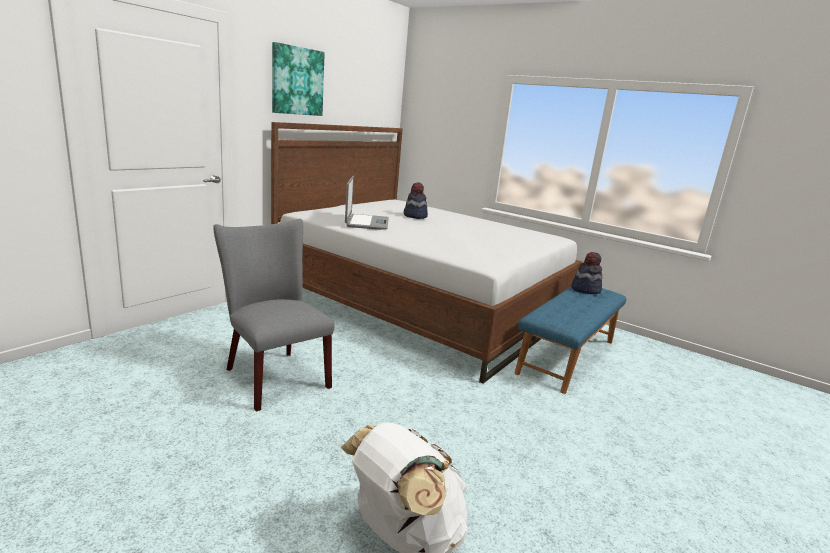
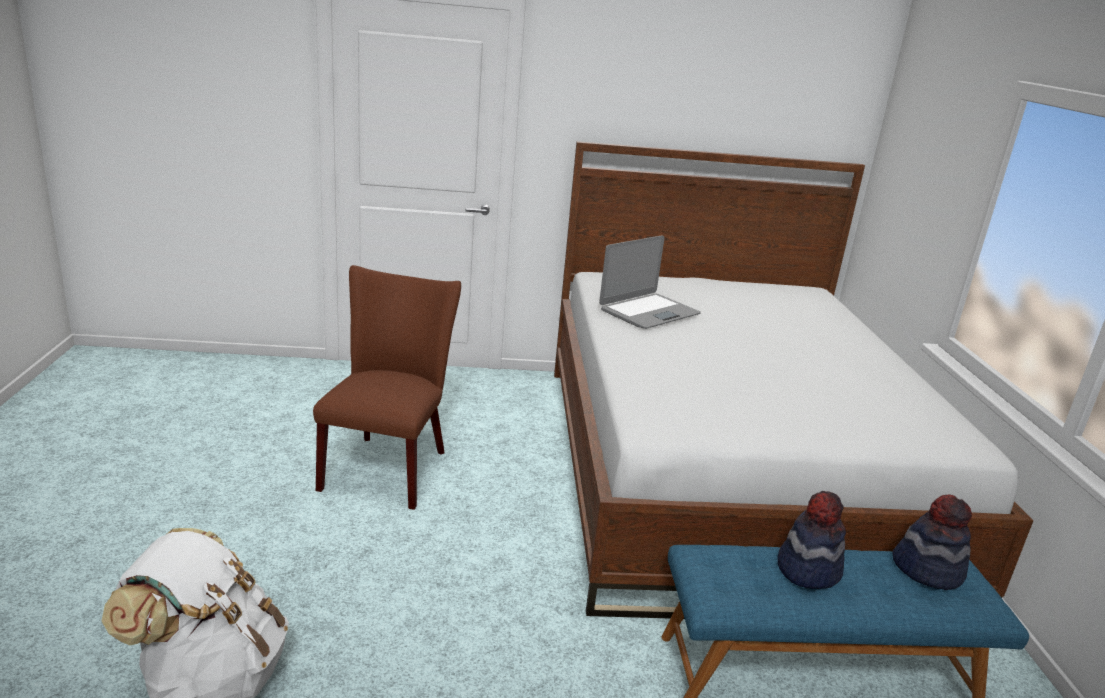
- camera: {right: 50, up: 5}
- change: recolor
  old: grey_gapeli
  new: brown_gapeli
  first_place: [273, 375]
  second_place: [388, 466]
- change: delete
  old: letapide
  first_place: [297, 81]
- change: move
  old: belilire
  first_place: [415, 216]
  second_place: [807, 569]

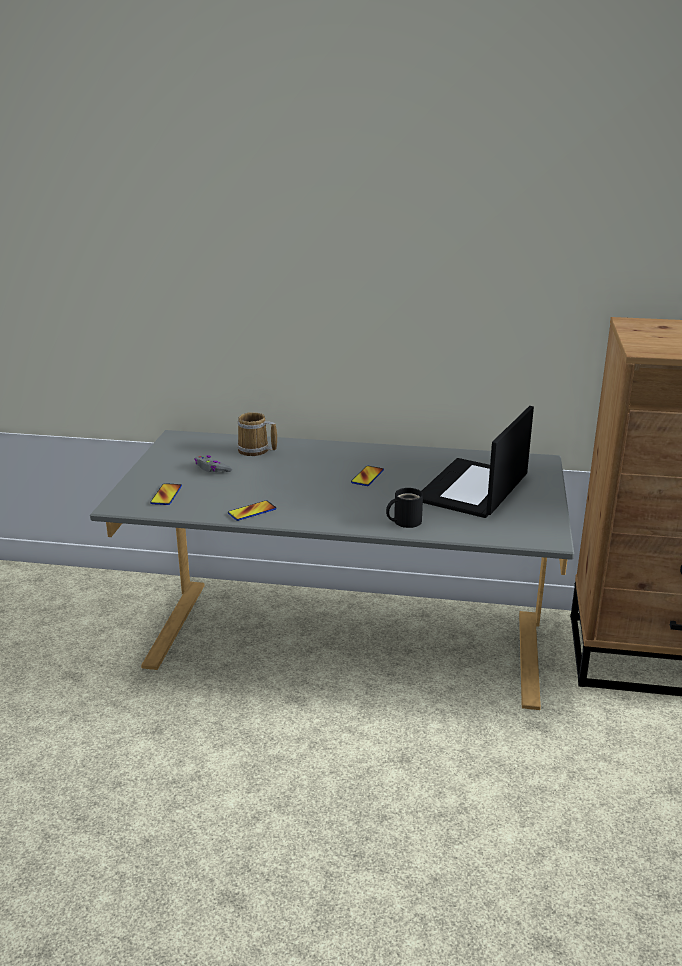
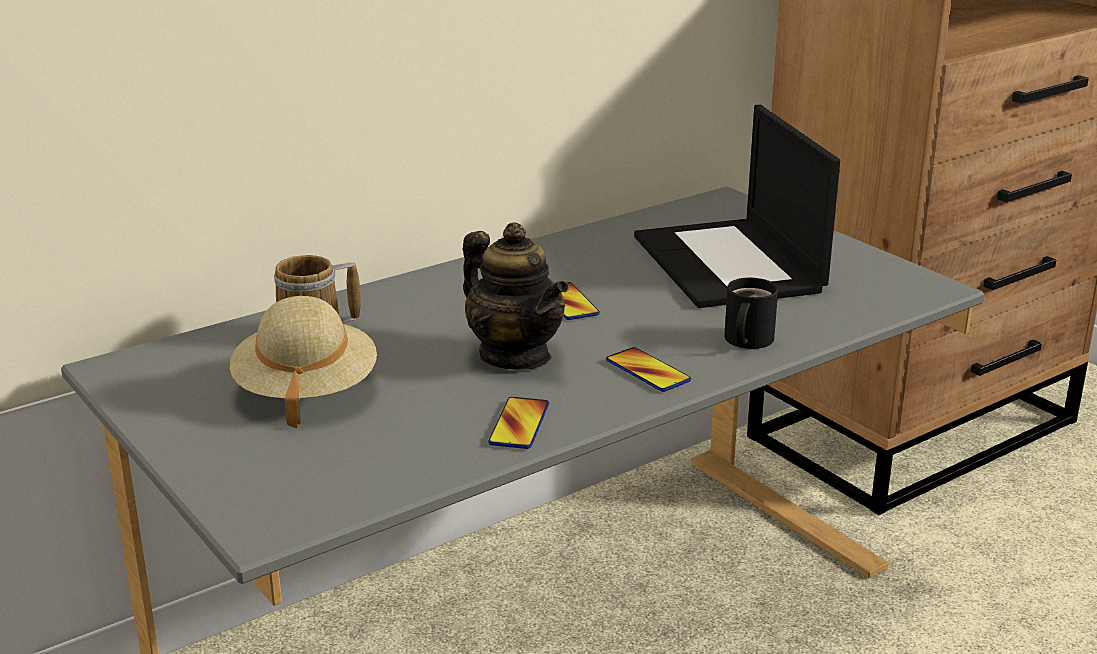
- camera: {right: -45, up: 0}
- change: move
  old: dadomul
  first_place: [166, 495]
  second_place: [647, 371]
- change: replace
  old: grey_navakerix
  new: beige_belilire
  first_place: [212, 469]
  second_place: [306, 391]
- change: insert
  new: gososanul
  second_place: [515, 356]

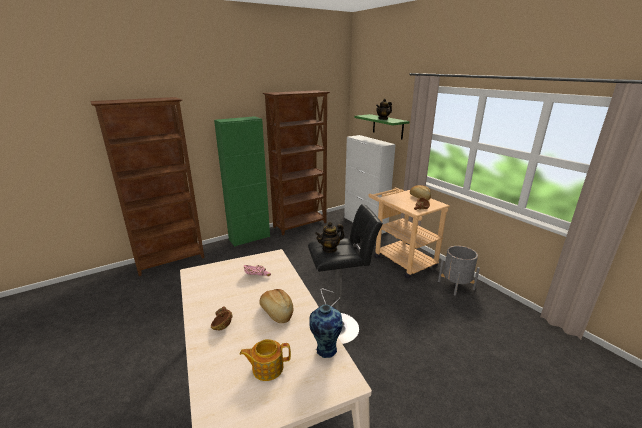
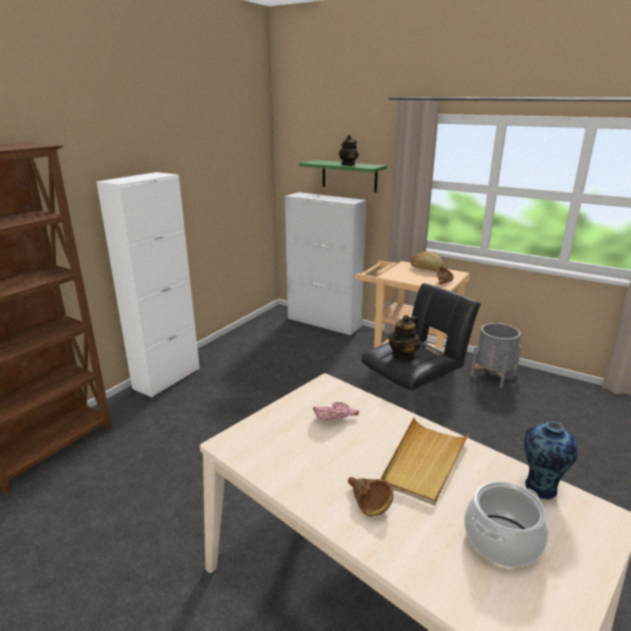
- camera: {right: -25, up: 0}
- change: recolor
  old: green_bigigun
  new: white_bigigun
  first_place: [249, 238]
  second_place: [167, 378]
- change: replace
  old: gososanul
  new: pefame
  first_place: [267, 368]
  second_place: [501, 540]
- change: replace
  old: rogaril
  new: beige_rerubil
  first_place: [276, 312]
  second_place: [424, 462]
- change: delete
  old: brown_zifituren
  first_place: [300, 225]

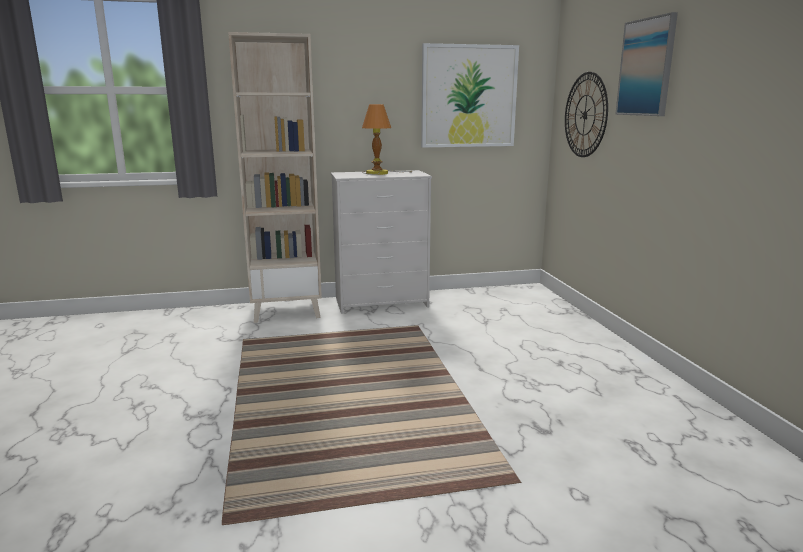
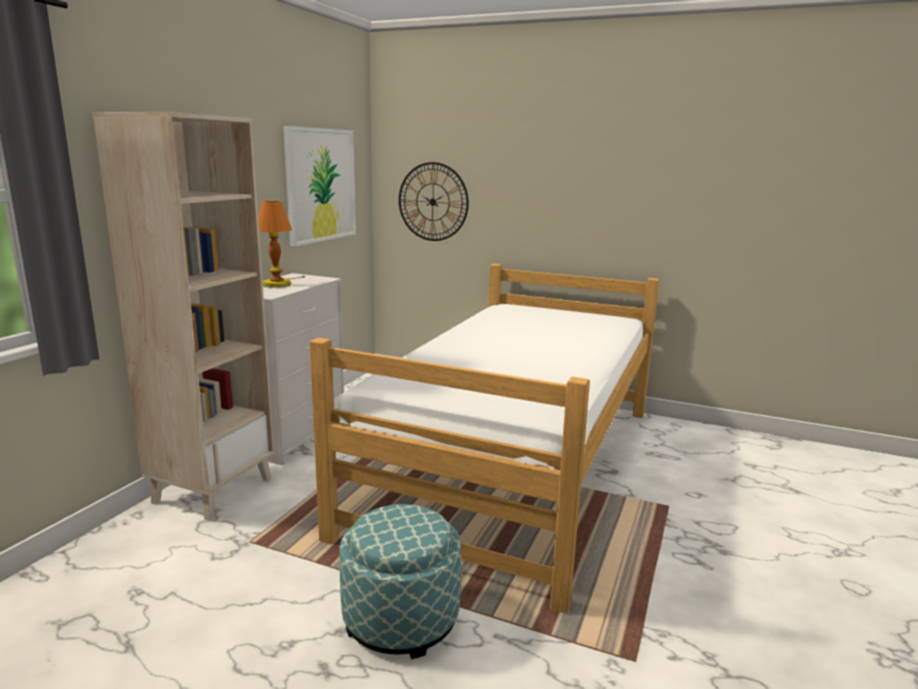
- camera: {right: -55, up: 0}
- change: delete
  old: letapide
  first_place: [646, 67]
- change: insert
  new: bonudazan
  second_place: [516, 465]
- change: insert
  new: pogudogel
  second_place: [401, 618]

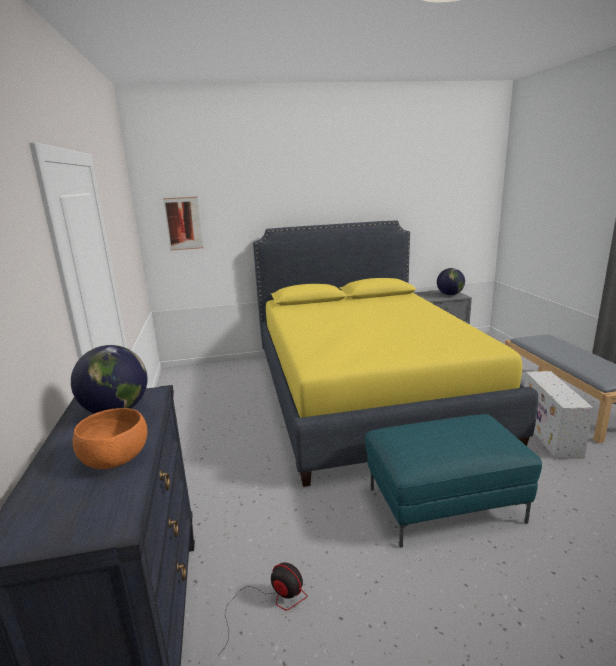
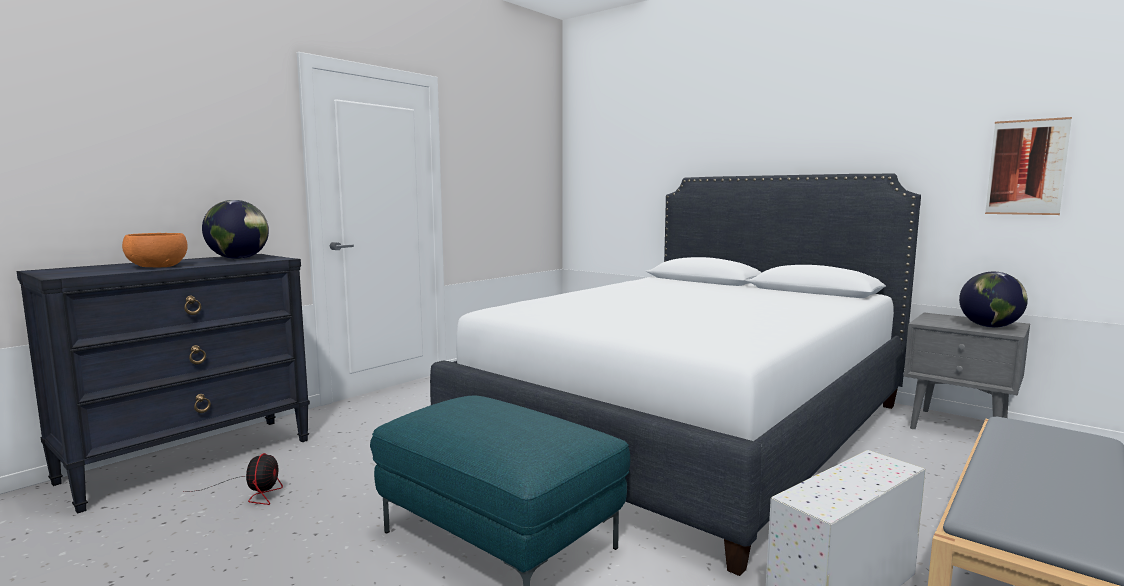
- camera: {right: 50, up: -10}
- change: move
  old: letapide
  first_place: [183, 223]
  second_place: [1026, 167]
- change: recolor
  old: yellow_bonudazan
  new: white_bonudazan
  first_place: [366, 394]
  second_place: [691, 427]

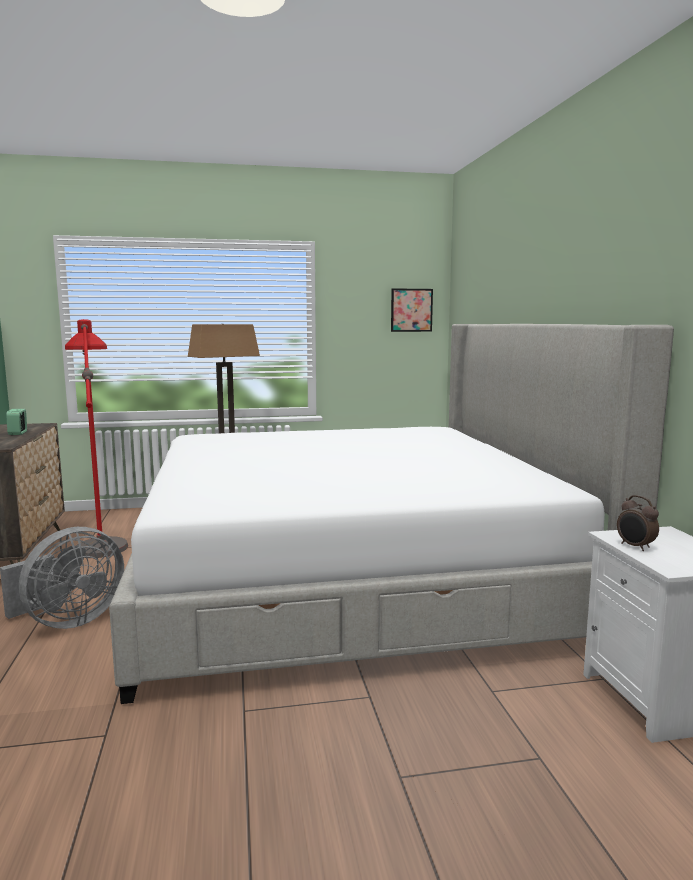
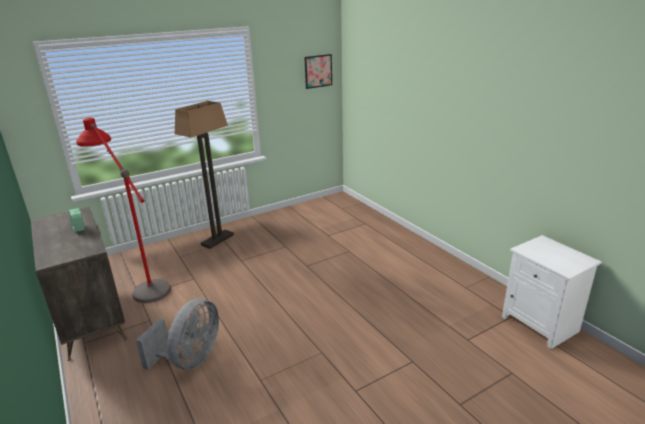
- camera: {right: -20, up: 15}
- change: delete
  old: bonudazan
  first_place: [352, 579]
- change: delete
  old: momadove
  first_place: [635, 547]

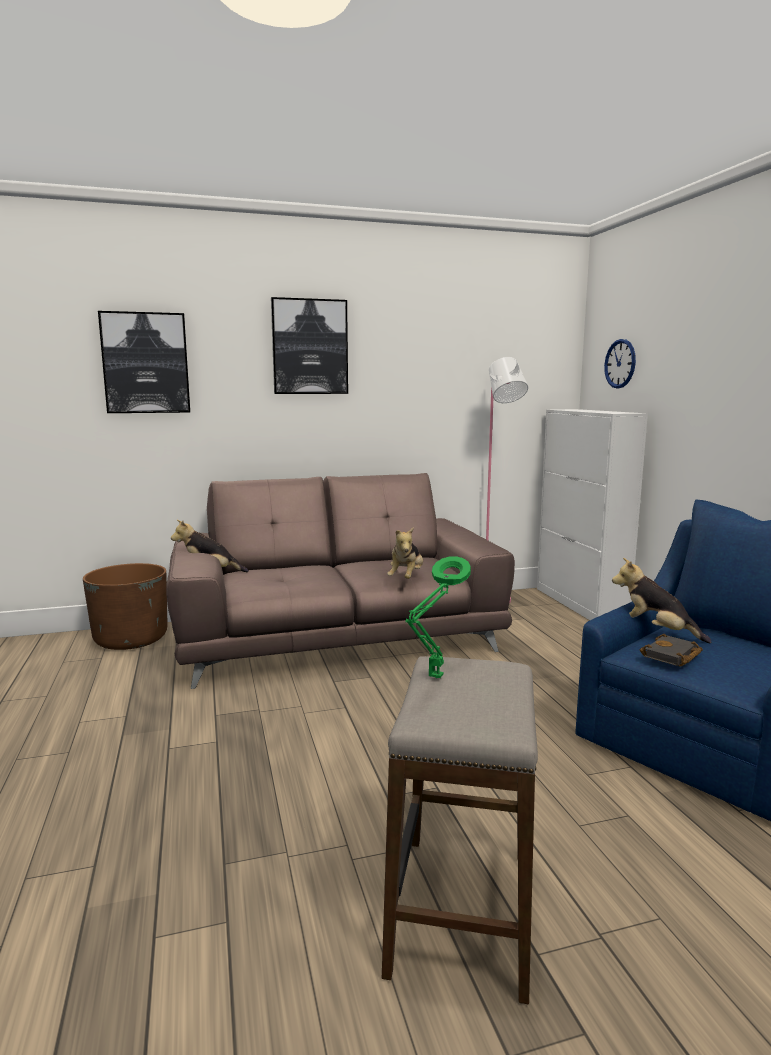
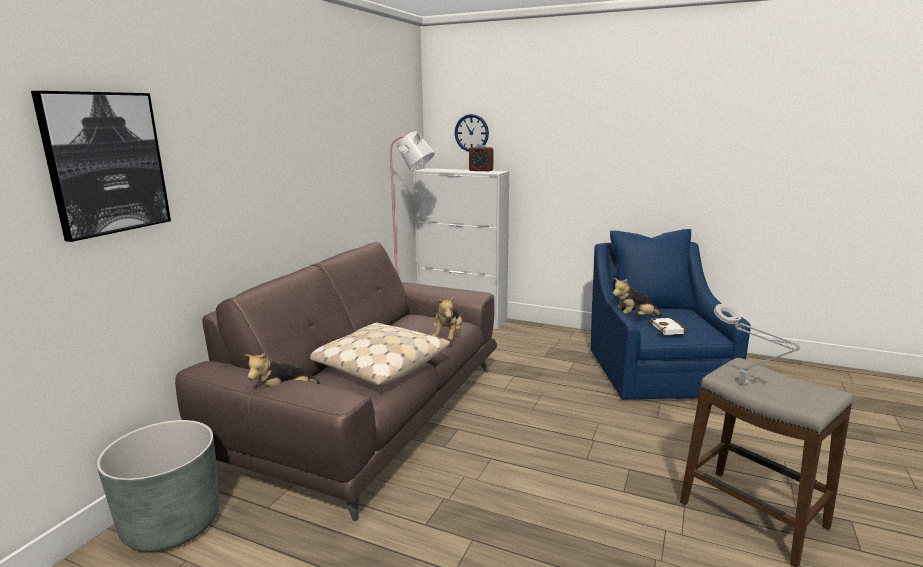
- camera: {right: -50, up: 5}
- change: recolor
  old: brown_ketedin
  new: grey_ketedin
  first_place: [131, 639]
  second_place: [172, 524]
- change: delete
  old: letapide
  first_place: [309, 347]
- change: rotate
  old: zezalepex
  first_place: [406, 578]
  second_place: [448, 337]
  degrees: 45
- change: recolor
  old: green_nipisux
  new: grey_nipisux
  first_place: [434, 678]
  second_place: [746, 384]
- change: recolor
  old: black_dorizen
  new: white_dorizen
  first_place: [672, 656]
  second_place: [669, 329]
- change: insert
  new: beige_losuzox
  second_place: [377, 366]
- change: insert
  new: momadove
  second_place: [481, 170]

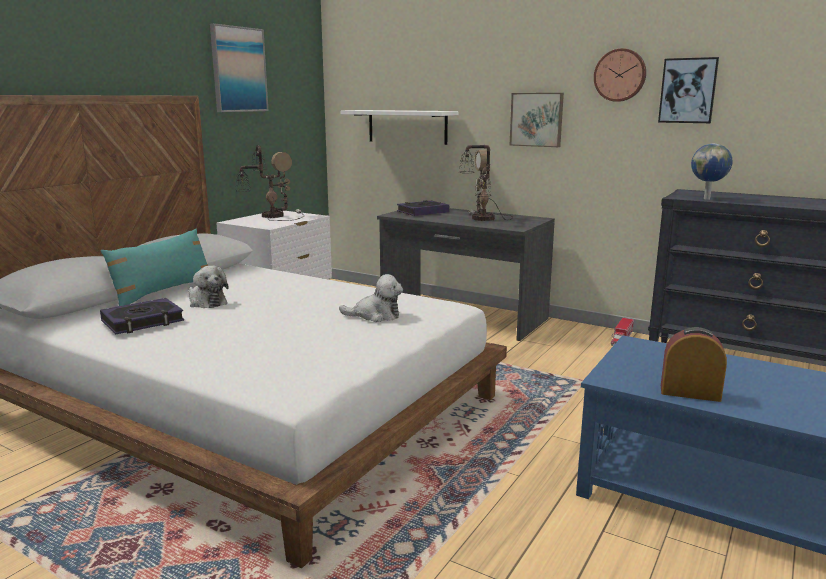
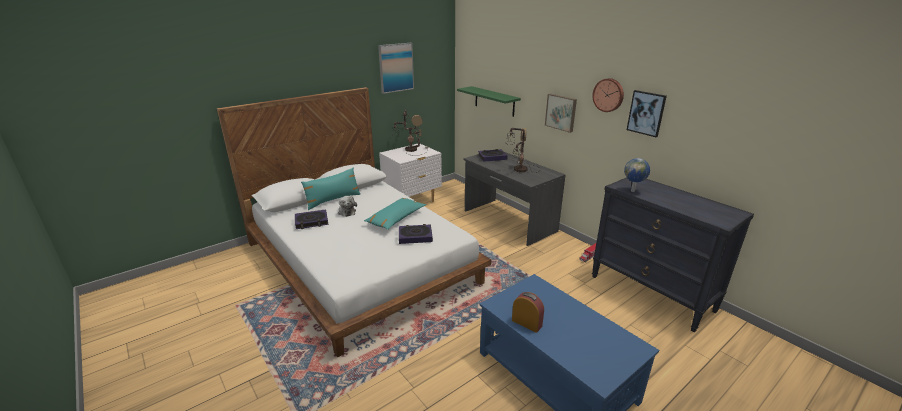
- camera: {right: 20, up: 10}
- change: replace
  old: zezalepex
  new: dorizen
  first_place: [375, 315]
  second_place: [415, 236]
- change: recolor
  old: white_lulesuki
  new: green_lulesuki
  first_place: [407, 126]
  second_place: [494, 101]
- change: insert
  new: turquoise_losuzox
  second_place: [396, 219]

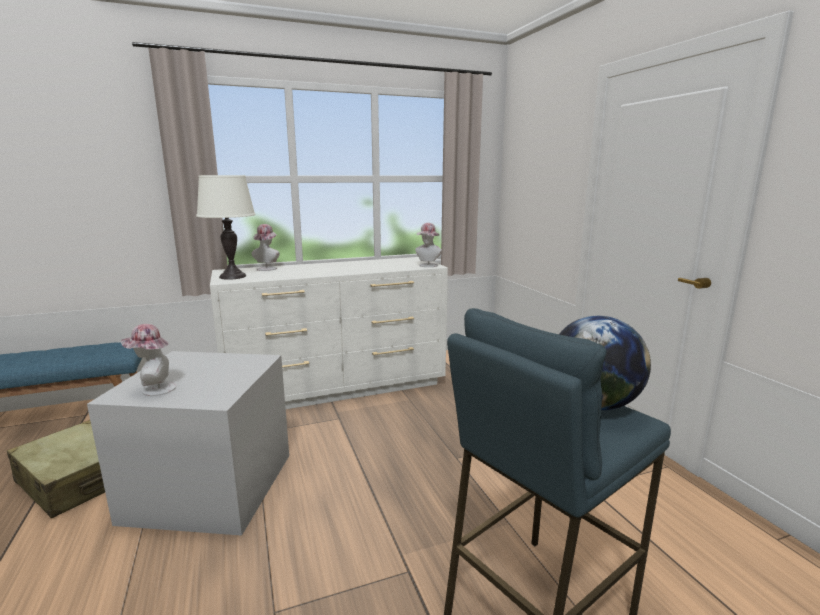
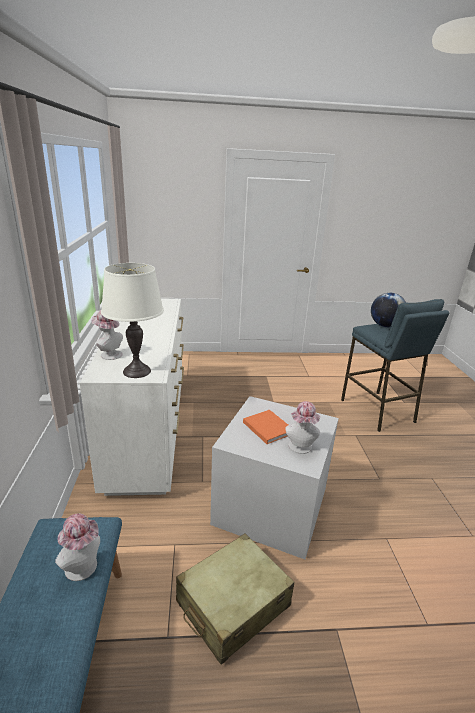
- camera: {right: -75, up: 10}
- change: move
  old: belilire
  first_place: [427, 266]
  second_place: [84, 569]
- change: insert
  new: orange_dorizen
  second_place: [267, 427]

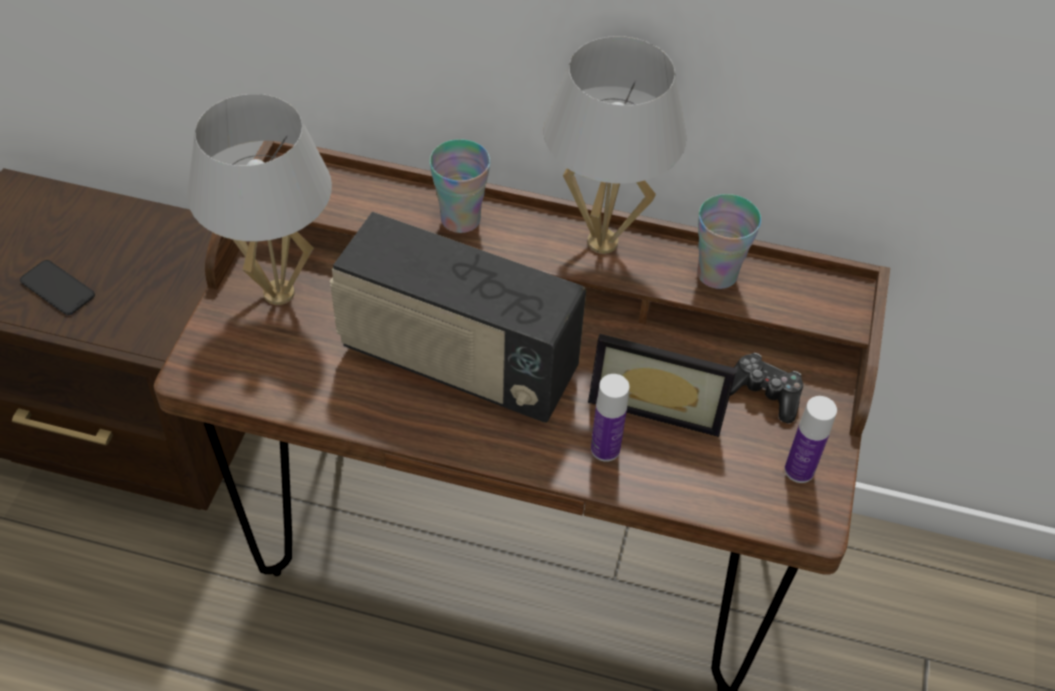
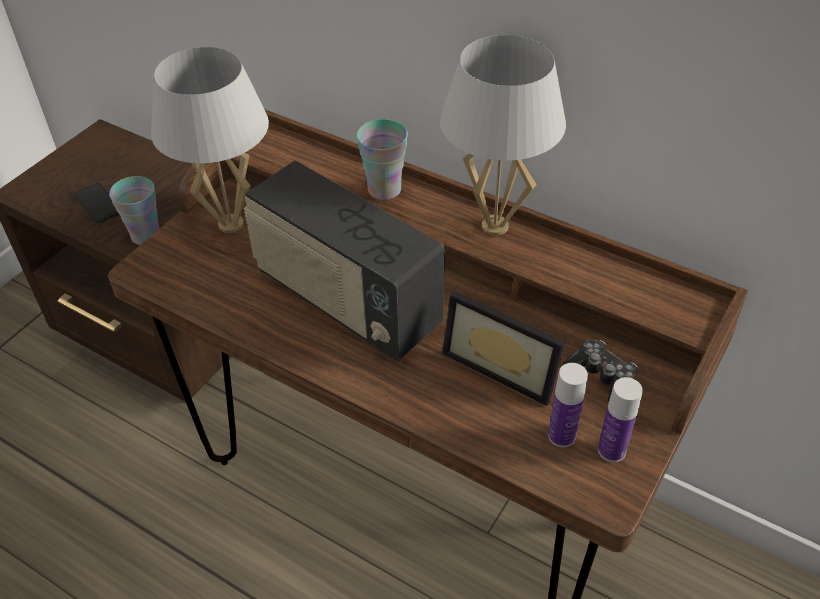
- camera: {right: 20, up: -5}
- change: move
  old: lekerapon
  first_place: [605, 449]
  second_place: [561, 435]
- change: move
  old: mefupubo
  first_place: [717, 274]
  second_place: [146, 235]

